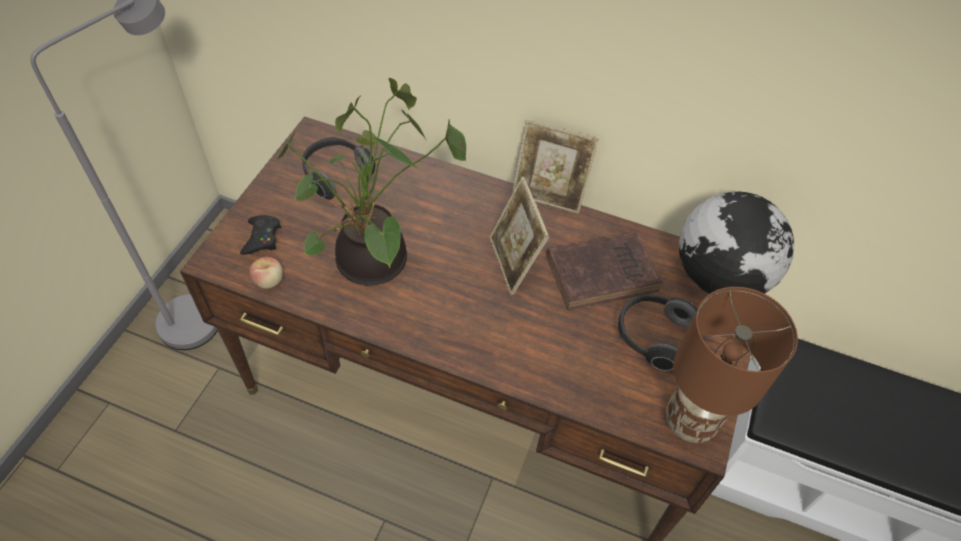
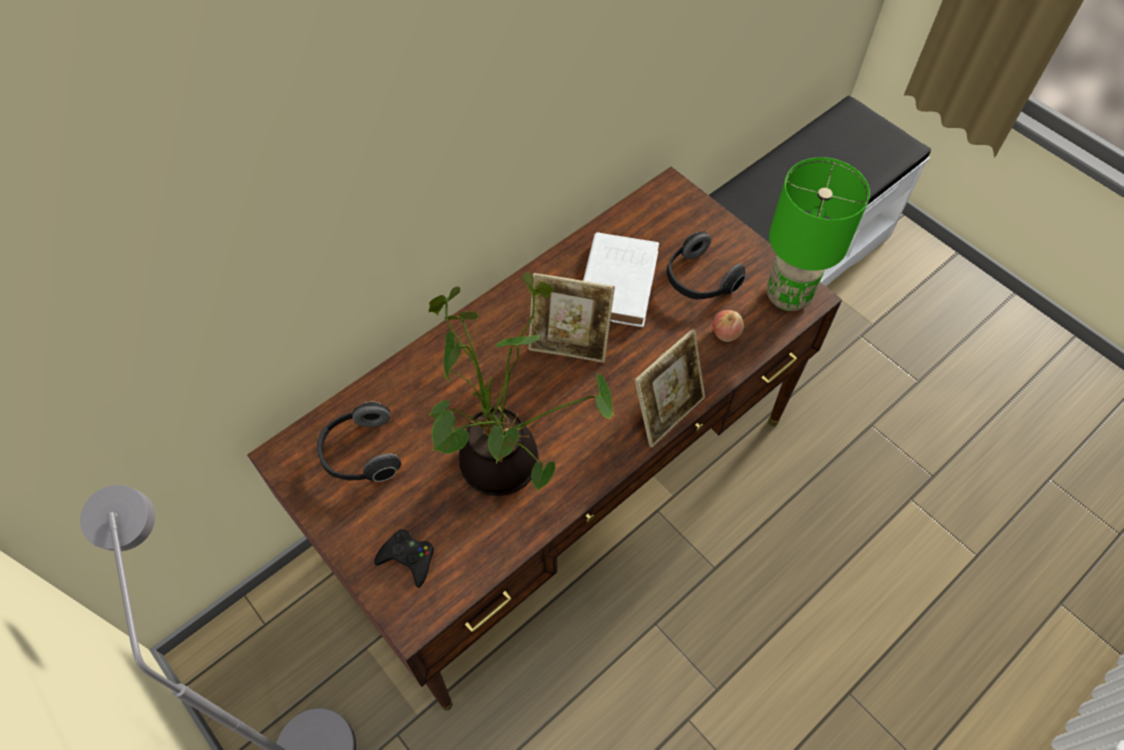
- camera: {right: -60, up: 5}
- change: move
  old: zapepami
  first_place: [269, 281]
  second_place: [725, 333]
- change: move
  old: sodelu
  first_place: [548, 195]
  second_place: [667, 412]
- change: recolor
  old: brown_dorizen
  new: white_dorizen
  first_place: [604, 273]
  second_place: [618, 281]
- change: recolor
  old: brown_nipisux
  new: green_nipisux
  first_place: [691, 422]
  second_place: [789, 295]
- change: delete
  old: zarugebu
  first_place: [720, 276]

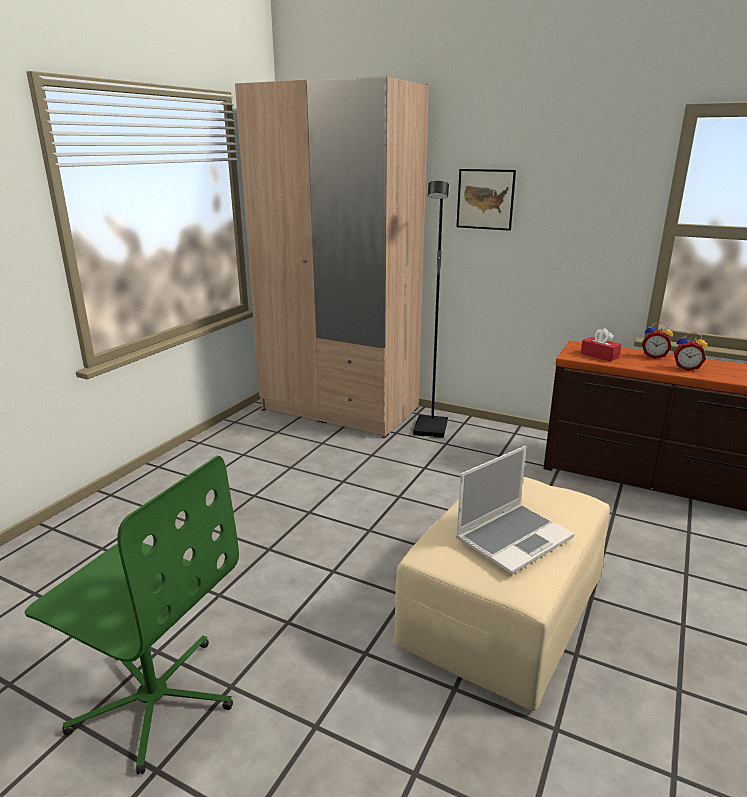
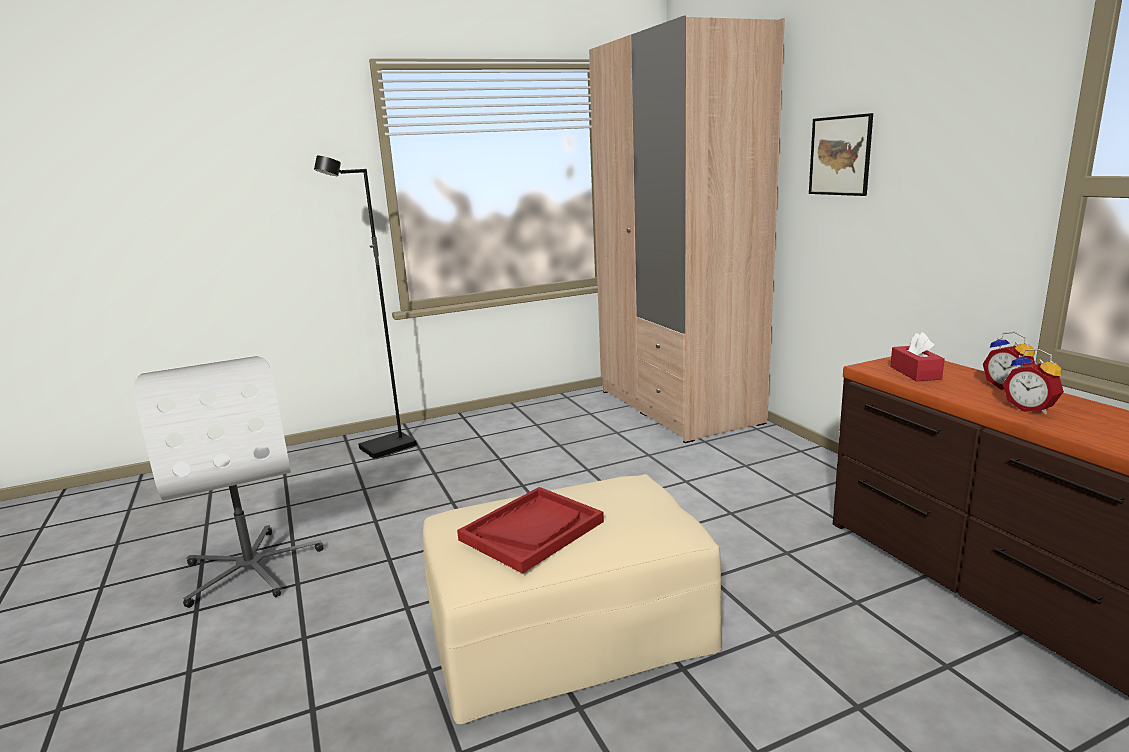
- camera: {right: 40, up: -5}
- change: recolor
  old: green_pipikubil
  new: white_pipikubil
  first_place: [154, 698]
  second_place: [252, 568]
- change: move
  old: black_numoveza
  first_place: [431, 429]
  second_place: [387, 448]
- change: replace
  old: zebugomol
  new: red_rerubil
  first_place: [513, 538]
  second_place: [532, 530]

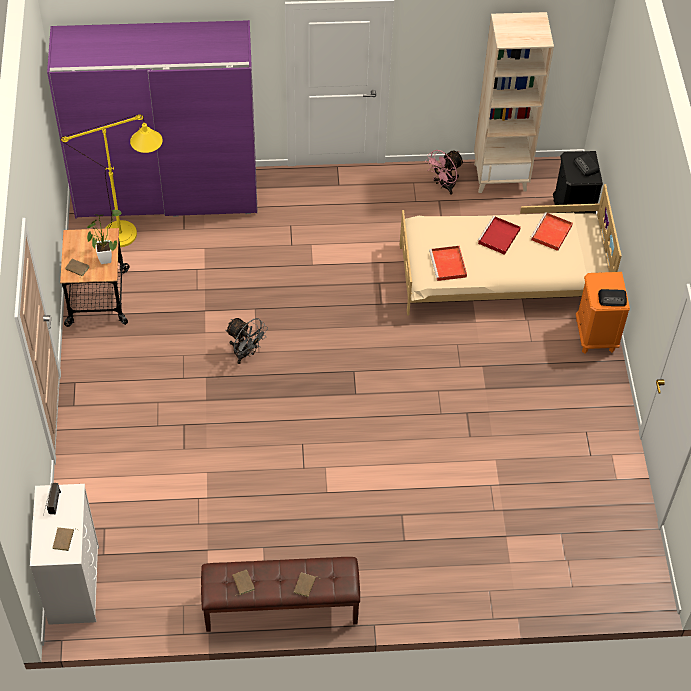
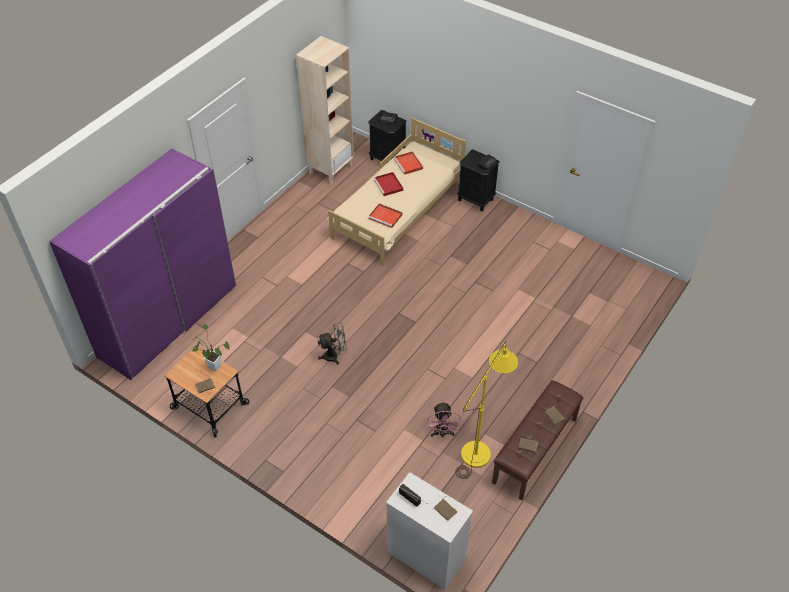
- camera: {right: -50, up: -5}
- change: move
  old: yellow_numoveza
  first_place: [130, 234]
  second_place: [480, 448]
- change: move
  old: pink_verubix
  first_place: [444, 186]
  second_place: [442, 433]
- change: recolor
  old: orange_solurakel
  new: black_solurakel
  first_place: [595, 335]
  second_place: [475, 199]

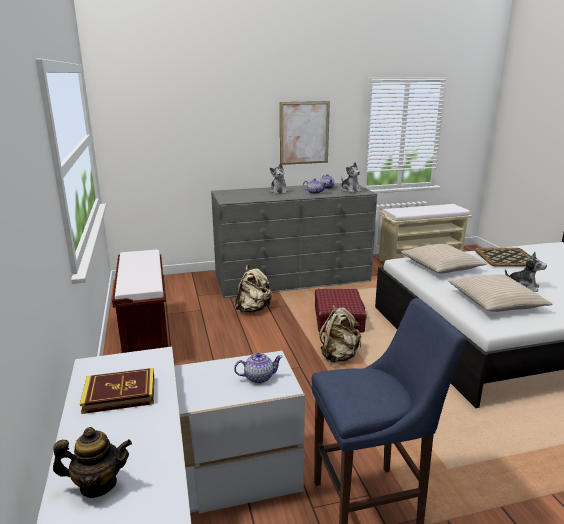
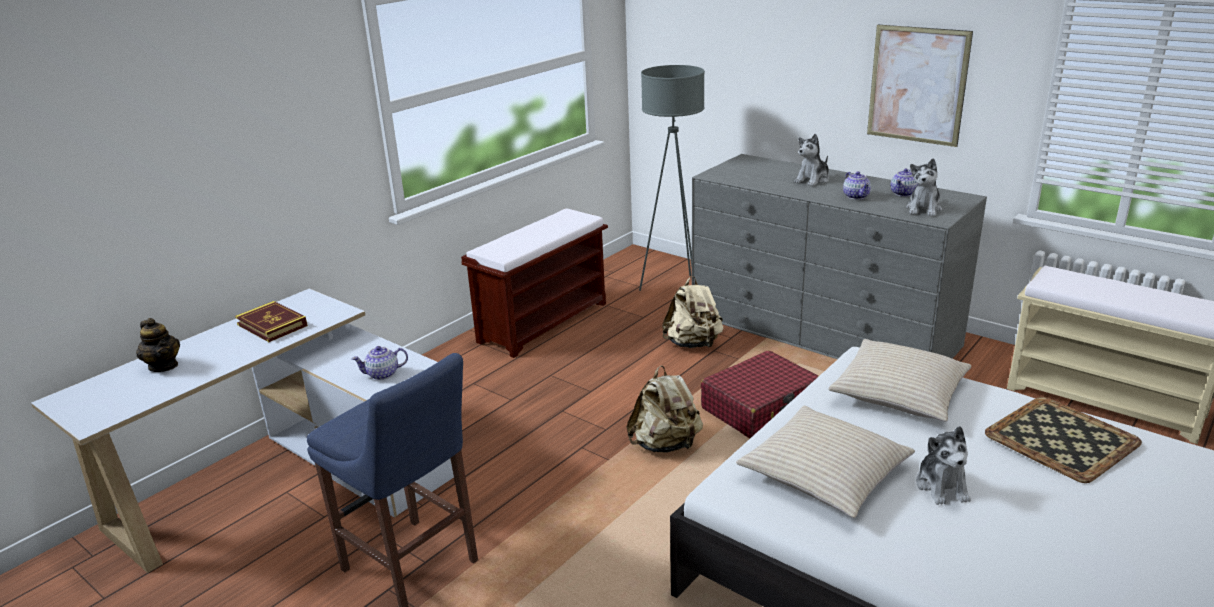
- camera: {right: 55, up: 5}
- change: rotate
  old: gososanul
  first_place: [258, 377]
  second_place: [383, 374]
  degrees: 120
- change: insert
  new: grey_numoveza
  second_place: [674, 288]

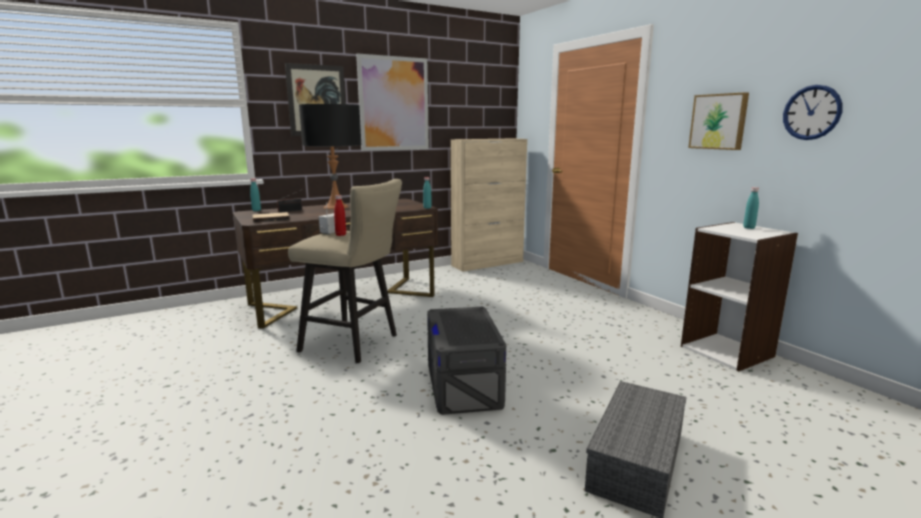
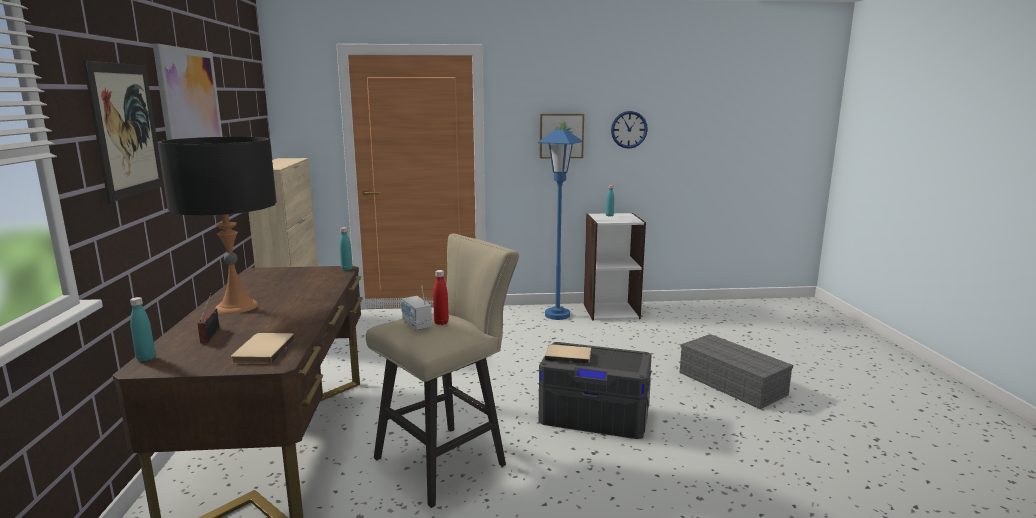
- camera: {right: -65, up: 0}
- change: insert
  new: blue_numoveza
  second_place: [557, 315]
- change: insert
  new: beige_dorizen
  second_place: [568, 355]

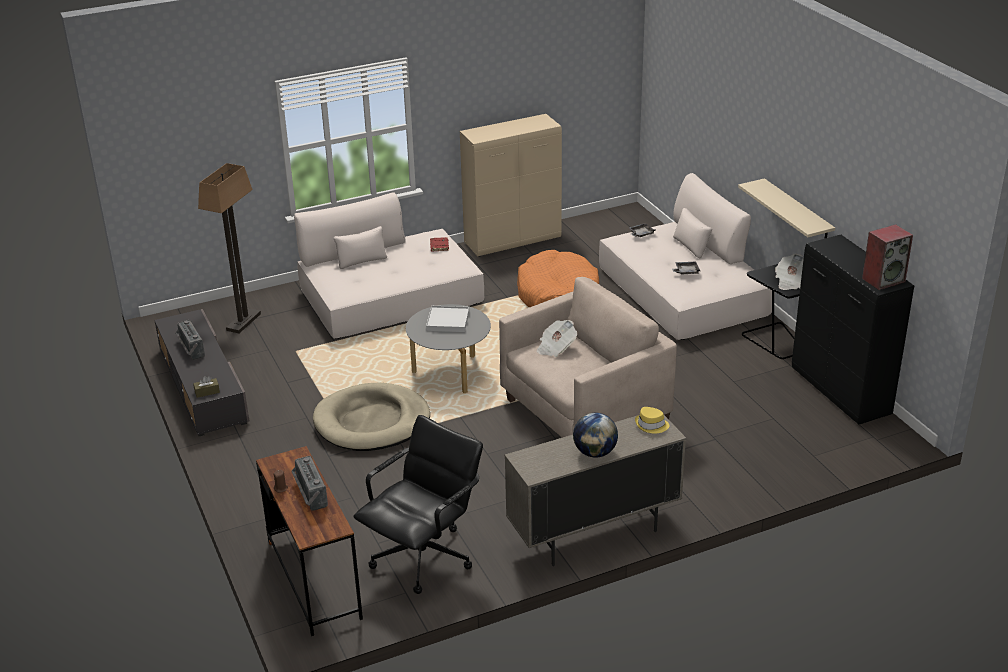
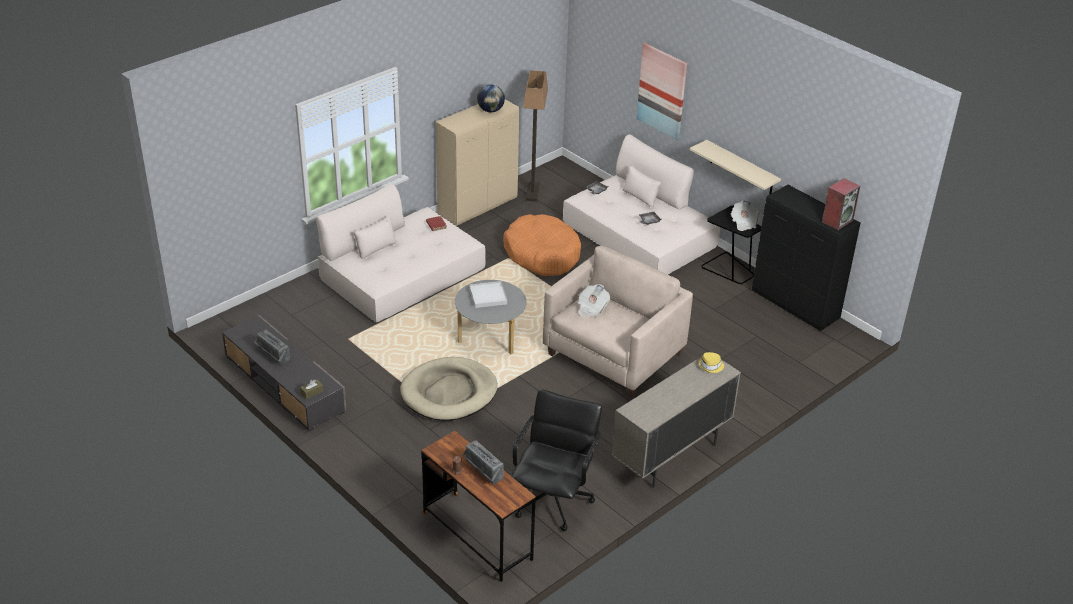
- camera: {right: -20, up: 5}
- change: move
  old: numoveza
  first_place: [243, 322]
  second_place: [532, 192]
- change: move
  old: zarugebu
  first_place: [595, 452]
  second_place: [490, 110]
- change: insert
  new: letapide
  second_place: [662, 91]

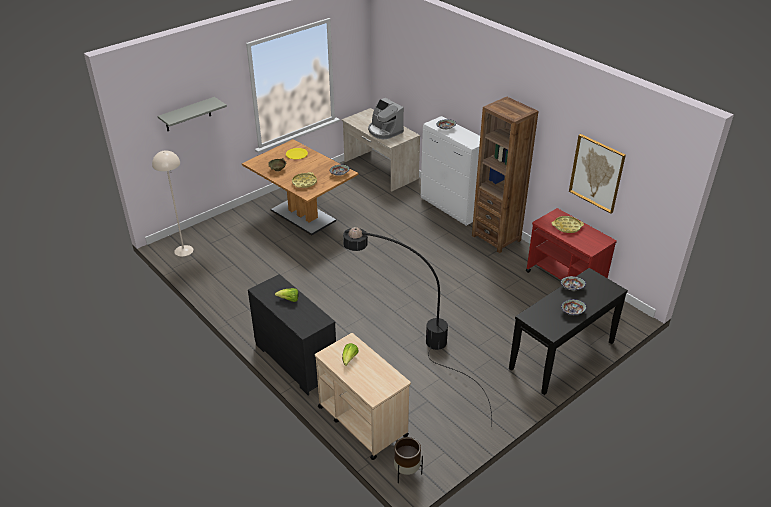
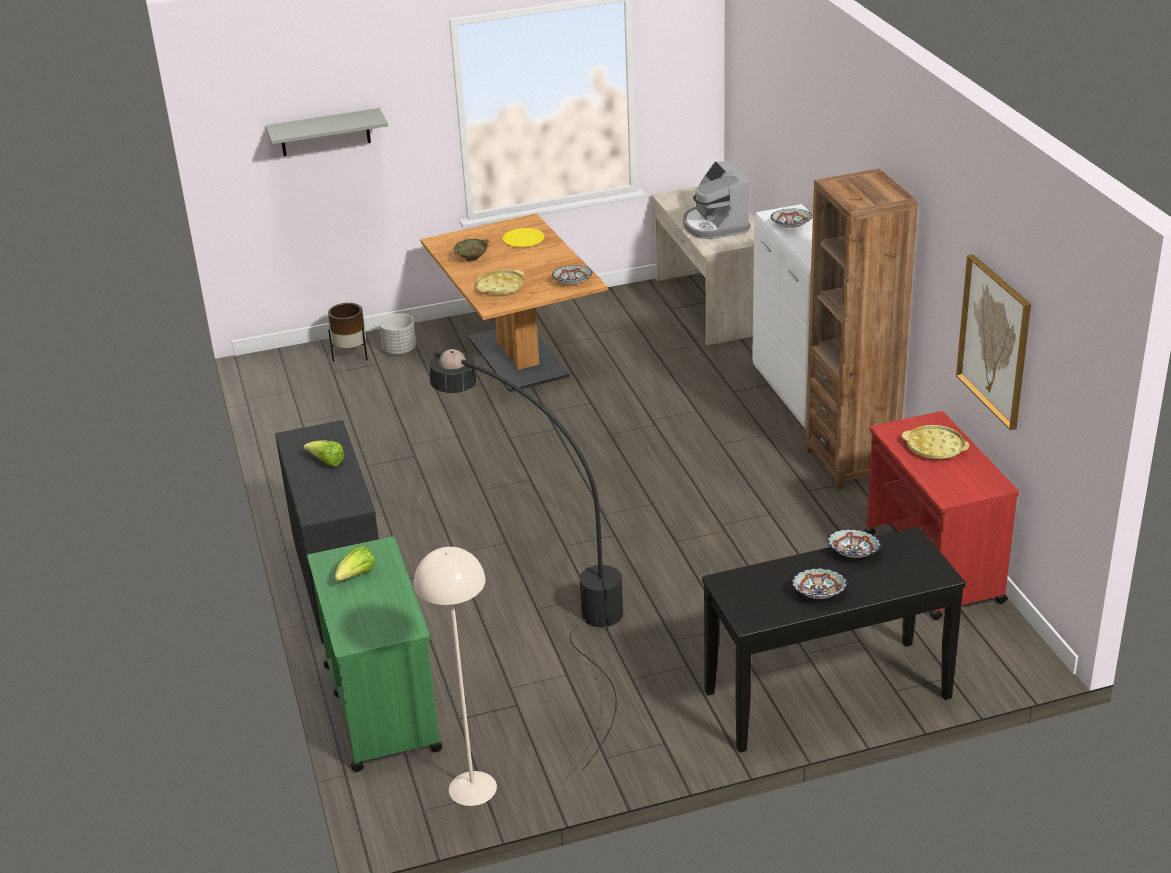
- camera: {right: 25, up: -5}
- change: move
  old: beige_numoveza
  first_place: [183, 250]
  second_place: [472, 788]
- change: recolor
  old: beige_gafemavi
  new: green_gafemavi
  first_place: [362, 421]
  second_place: [381, 706]
- change: move
  old: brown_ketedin
  first_place: [406, 472]
  second_place: [351, 355]
- change: insert
  new: grey_ketedin
  second_place: [400, 350]

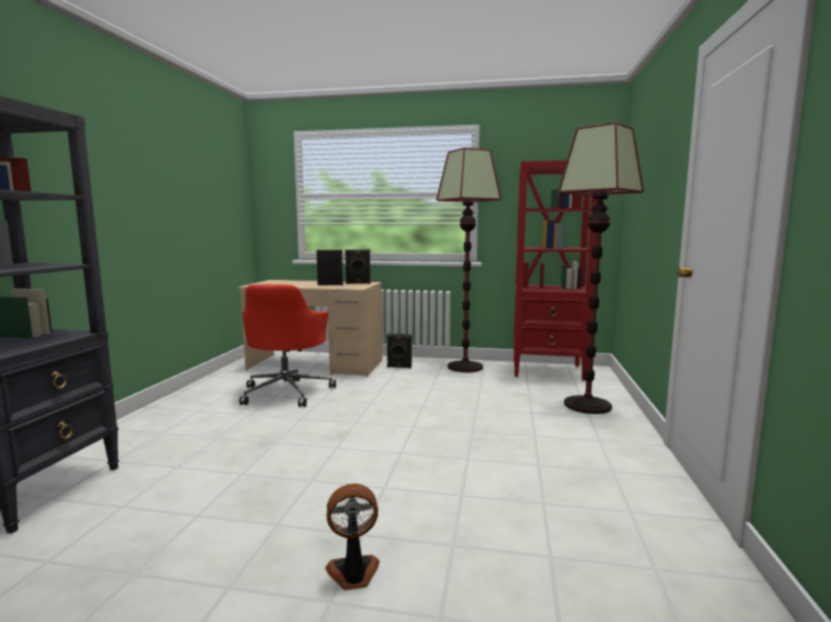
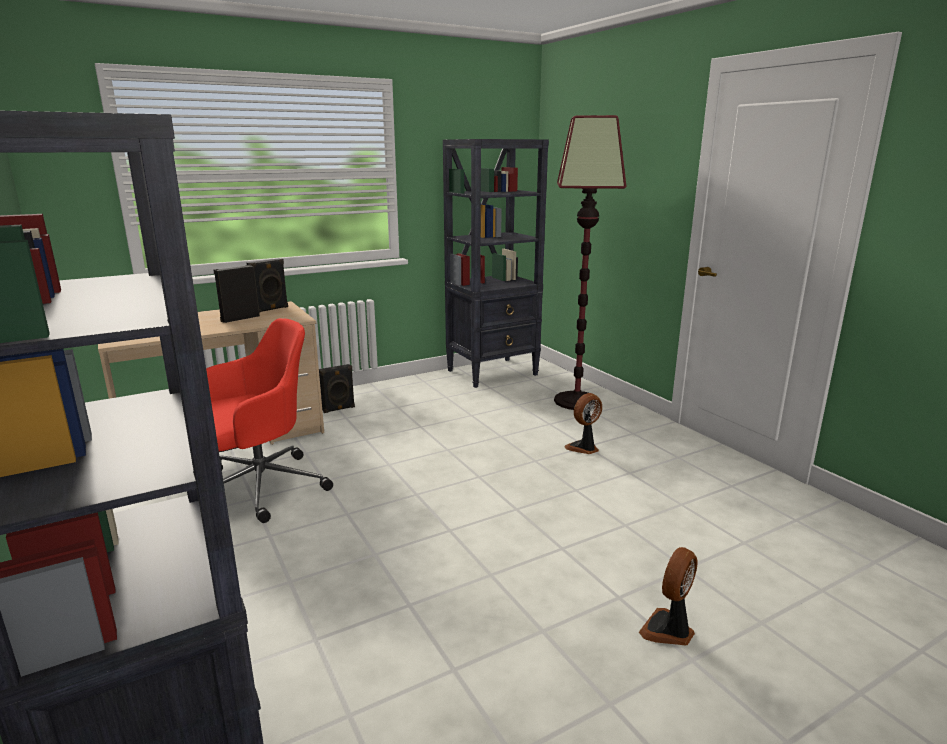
- camera: {right: -40, up: 10}
- change: rotate
  old: red_pipikubil
  first_place: [287, 392]
  second_place: [260, 487]
  degrees: -90
- change: delete
  old: numoveza
  first_place: [465, 367]
- change: recolor
  old: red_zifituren
  new: black_zifituren
  first_place: [548, 371]
  second_place: [493, 372]
- change: insert
  new: verubix
  second_place: [584, 448]

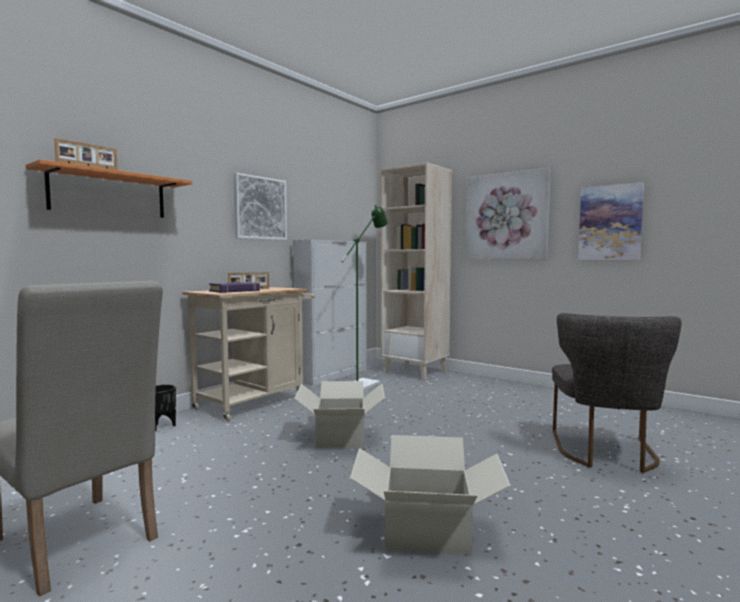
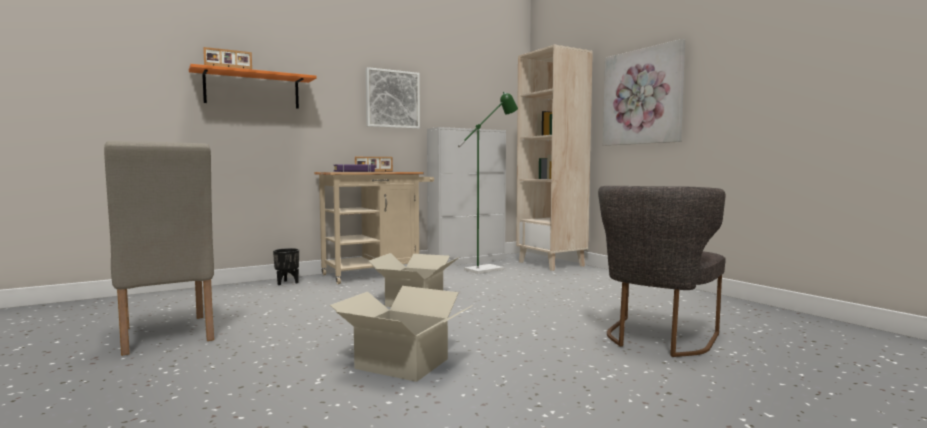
- camera: {right: 20, up: 0}
- change: delete
  old: letapide
  first_place: [610, 223]

